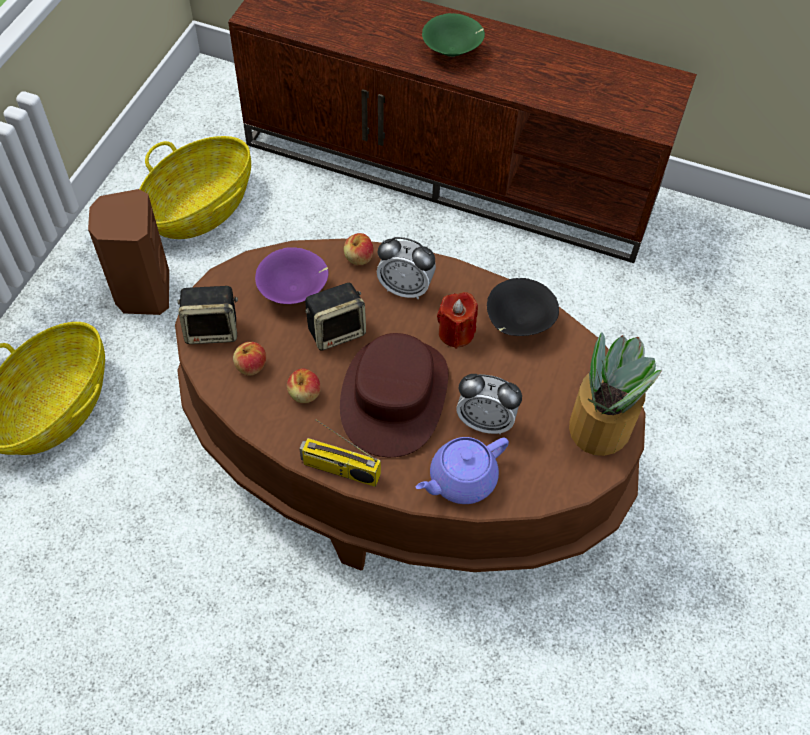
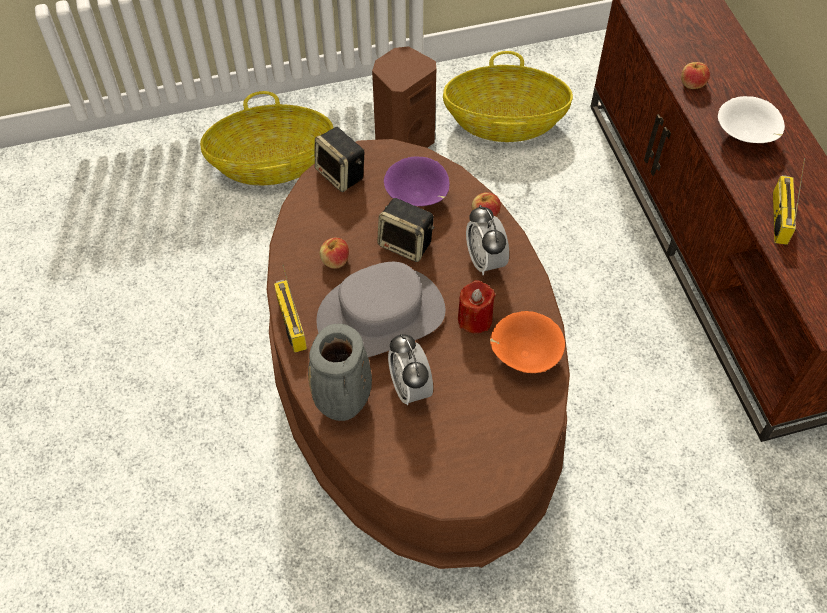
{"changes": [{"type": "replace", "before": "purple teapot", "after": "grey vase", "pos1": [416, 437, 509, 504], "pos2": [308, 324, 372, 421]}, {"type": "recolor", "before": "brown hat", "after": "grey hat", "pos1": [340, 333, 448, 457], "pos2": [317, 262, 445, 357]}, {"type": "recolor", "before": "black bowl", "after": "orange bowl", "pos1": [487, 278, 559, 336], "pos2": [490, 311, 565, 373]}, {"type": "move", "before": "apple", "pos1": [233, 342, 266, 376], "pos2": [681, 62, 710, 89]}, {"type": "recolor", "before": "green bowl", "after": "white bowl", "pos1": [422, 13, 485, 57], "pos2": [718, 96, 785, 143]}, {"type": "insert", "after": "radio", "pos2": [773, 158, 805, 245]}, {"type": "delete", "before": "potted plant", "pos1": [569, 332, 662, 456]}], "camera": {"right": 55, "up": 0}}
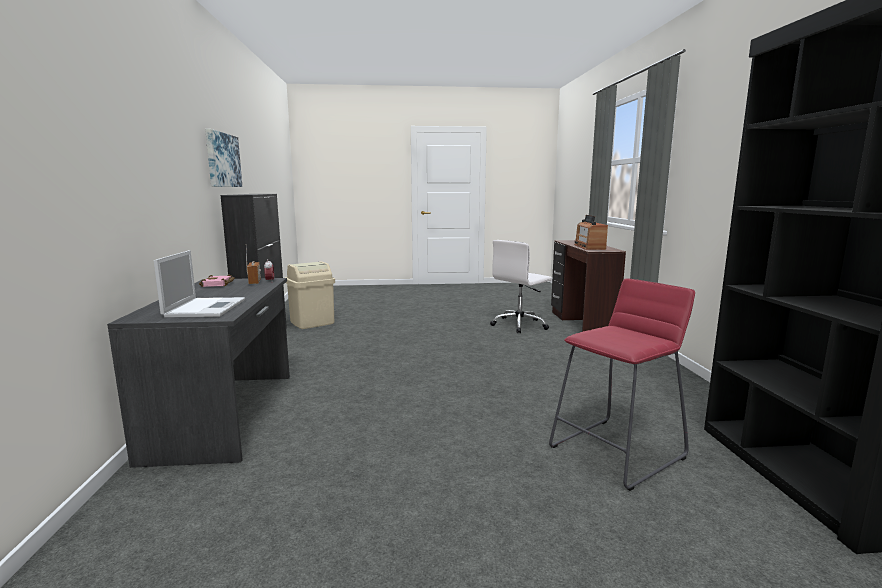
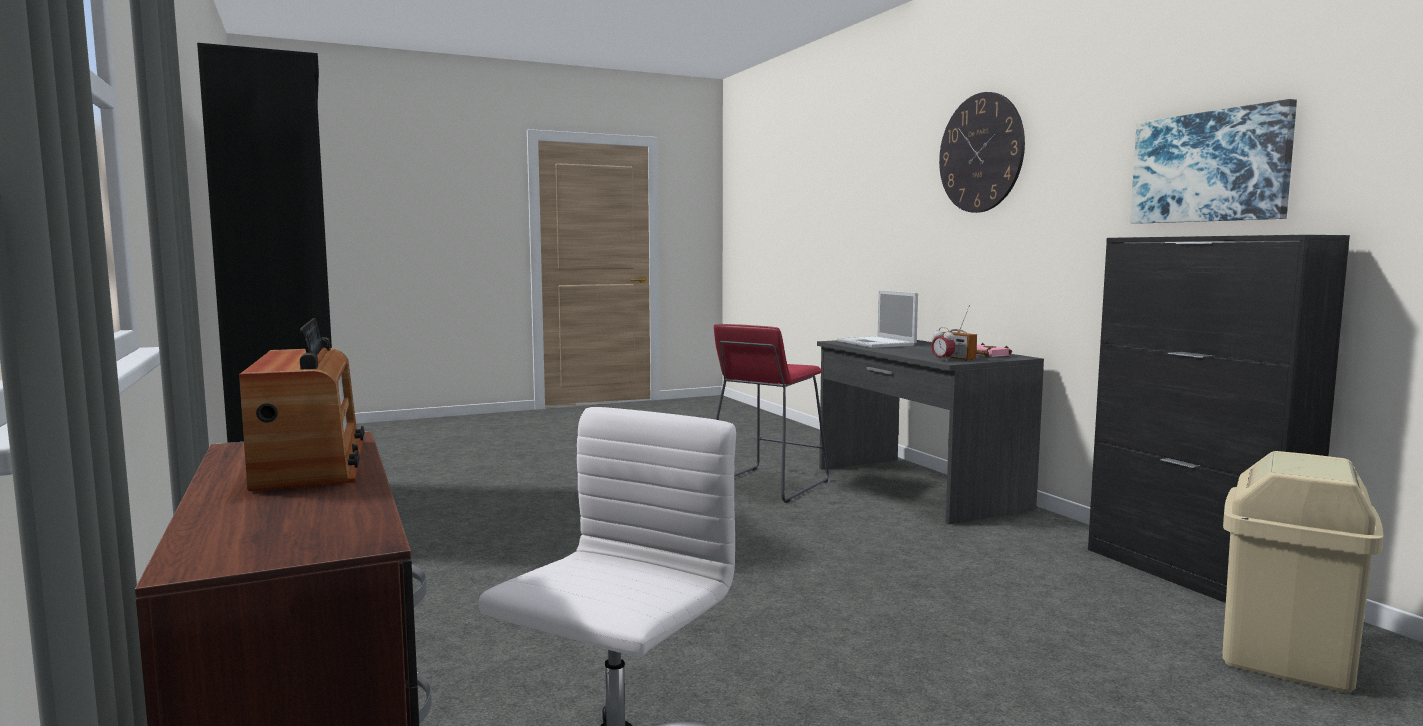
{"changes": [{"type": "move", "before": "red stool", "pos1": [549, 278, 695, 491], "pos2": [714, 324, 829, 503]}, {"type": "insert", "after": "wall clock", "pos2": [939, 92, 1025, 213]}], "camera": {"right": 160, "up": -5}}
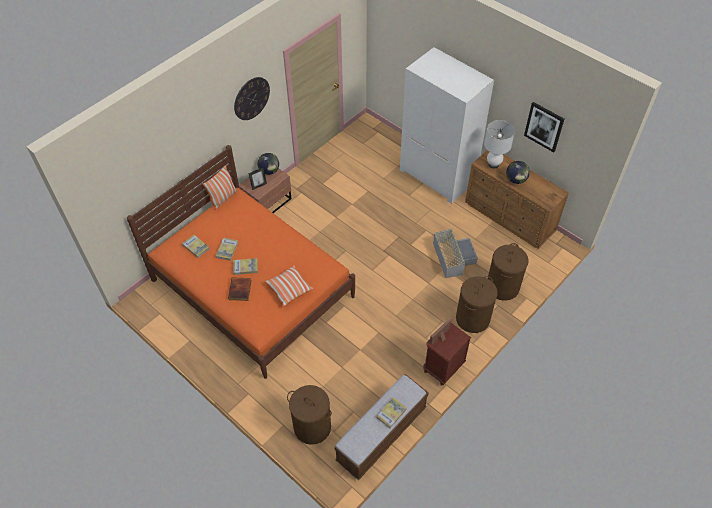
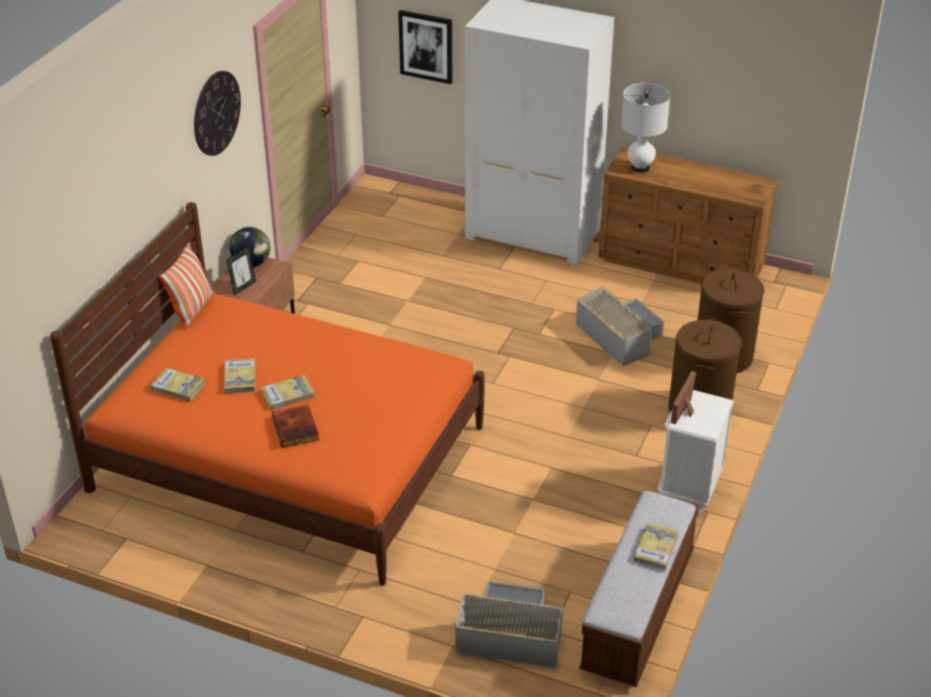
{"changes": [{"type": "move", "before": "picture", "pos1": [524, 102, 564, 153], "pos2": [398, 10, 452, 84]}, {"type": "replace", "before": "brown laundry basket", "after": "grey storage box", "pos1": [287, 385, 332, 445], "pos2": [455, 581, 563, 668]}, {"type": "recolor", "before": "brown nightstand", "after": "white nightstand", "pos1": [423, 323, 471, 385], "pos2": [657, 390, 734, 515]}, {"type": "delete", "before": "pillow", "pos1": [265, 265, 313, 307]}, {"type": "delete", "before": "globe", "pos1": [506, 161, 530, 184]}], "camera": {"right": -20, "up": -15}}
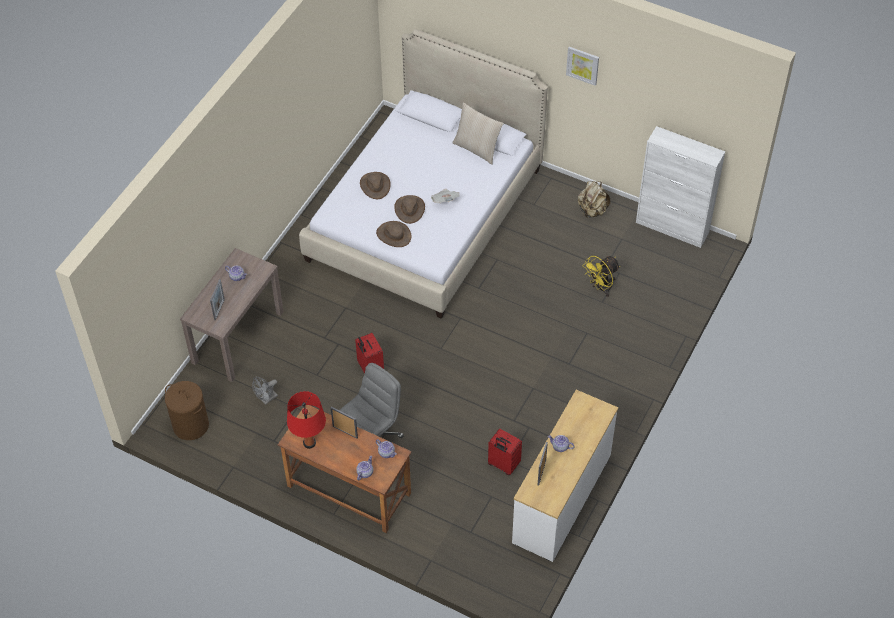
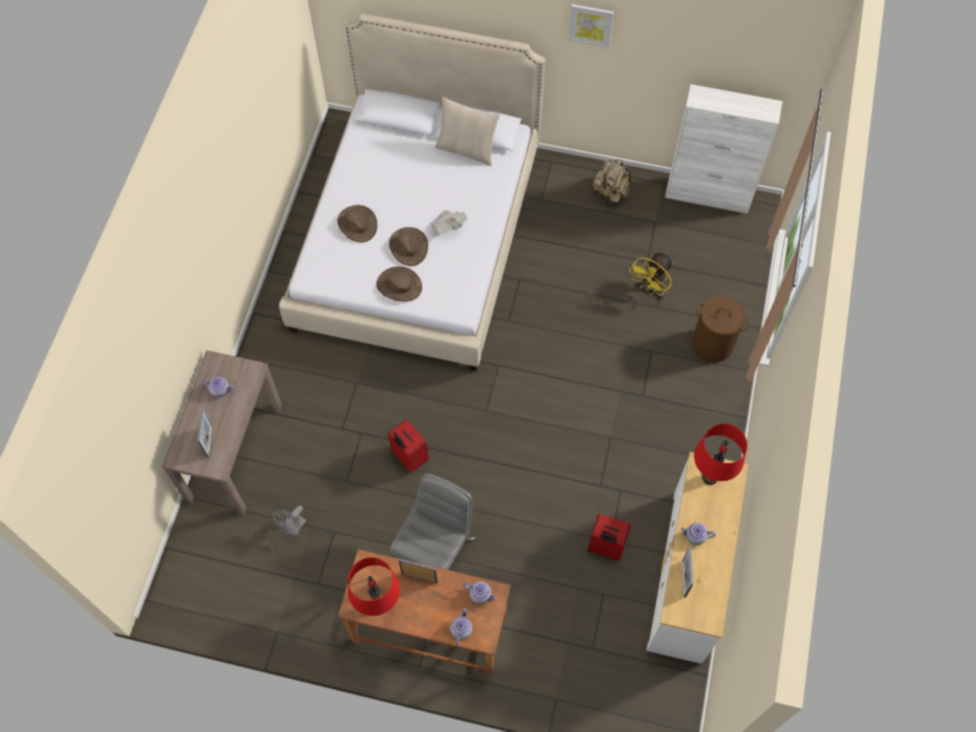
{"changes": [{"type": "move", "before": "brown laundry basket", "pos1": [165, 381, 209, 440], "pos2": [692, 296, 749, 362]}, {"type": "insert", "after": "red table lamp", "pos2": [694, 424, 747, 485]}], "camera": {"right": -15, "up": 10}}
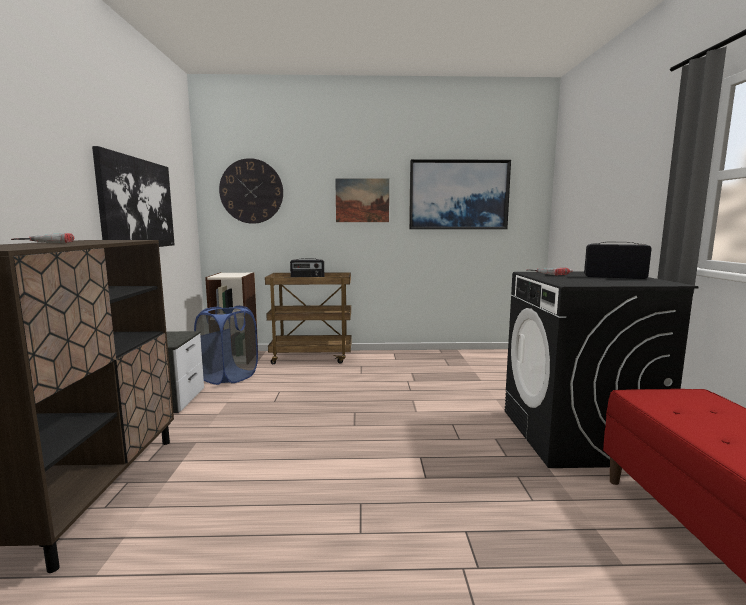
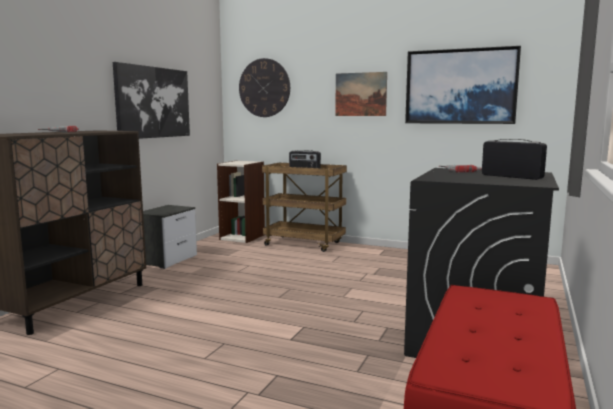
{"changes": [{"type": "delete", "before": "blue laundry basket", "pos1": [194, 306, 258, 385]}], "camera": {"right": 25, "up": 0}}
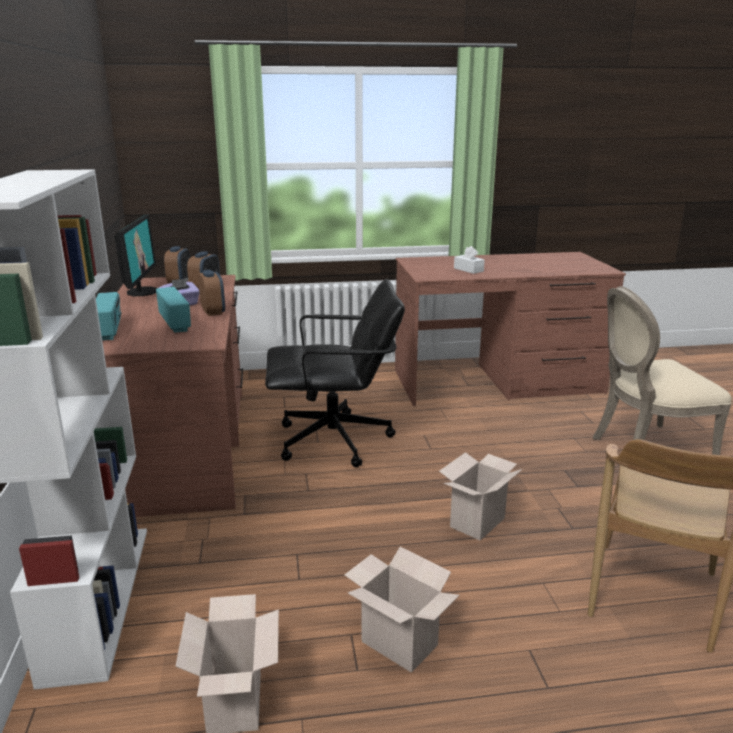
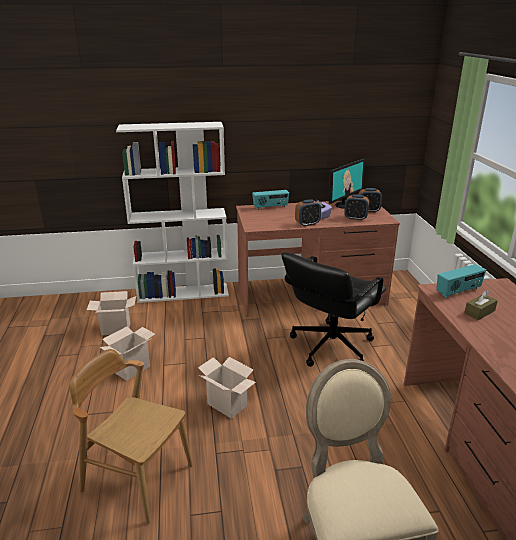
{"changes": [{"type": "rotate", "before": "black office chair", "pos1": [265, 279, 405, 467], "pos2": [281, 252, 387, 367], "turn": 45}, {"type": "rotate", "before": "monitor", "pos1": [114, 214, 157, 296], "pos2": [328, 159, 365, 208], "turn": -45}, {"type": "move", "before": "radio", "pos1": [156, 287, 191, 333], "pos2": [436, 264, 486, 298]}, {"type": "recolor", "before": "white tissue box", "after": "brown tissue box", "pos1": [454, 246, 485, 274], "pos2": [464, 291, 498, 320]}], "camera": {"right": 90, "up": 5}}
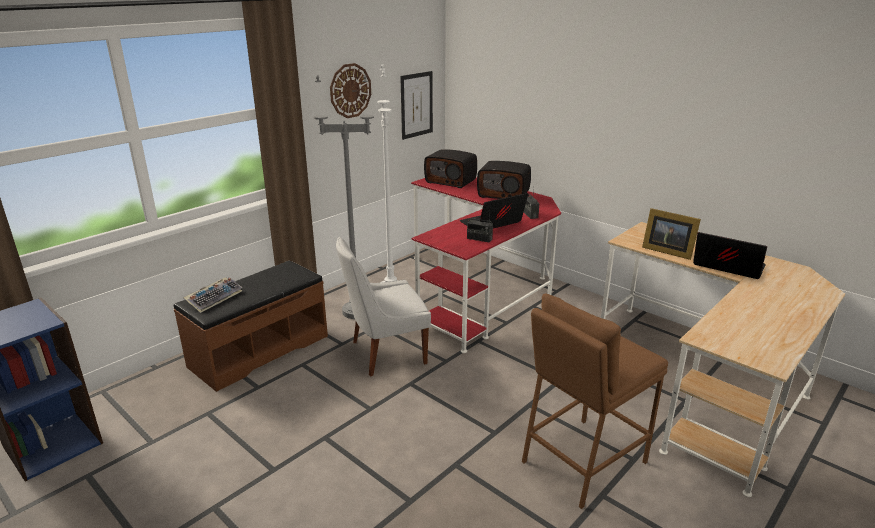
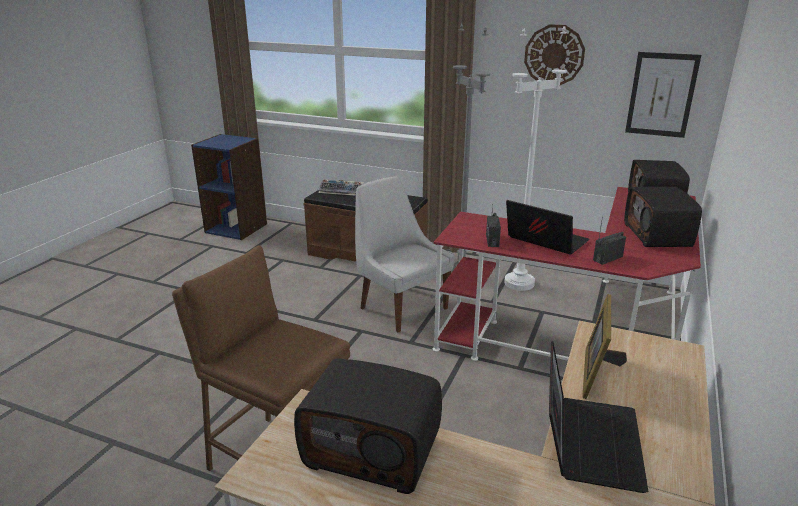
{"changes": [{"type": "insert", "after": "radio", "pos2": [294, 359, 442, 494]}], "camera": {"right": 70, "up": 0}}
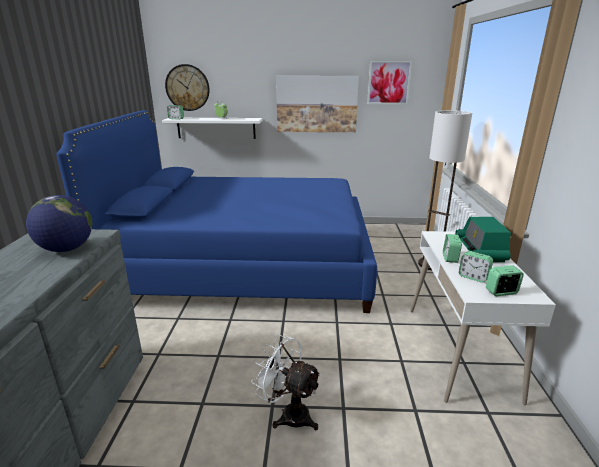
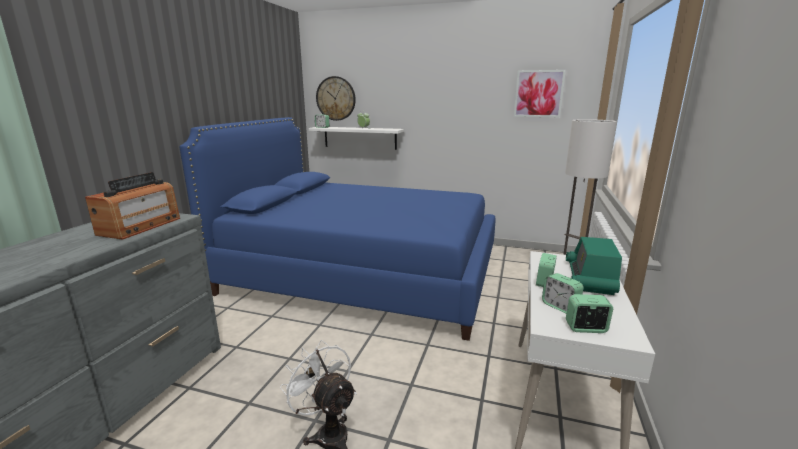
{"changes": [{"type": "replace", "before": "globe", "after": "radio", "pos1": [26, 195, 92, 252], "pos2": [85, 172, 180, 240]}, {"type": "delete", "before": "picture", "pos1": [276, 76, 359, 132]}], "camera": {"right": 15, "up": -5}}
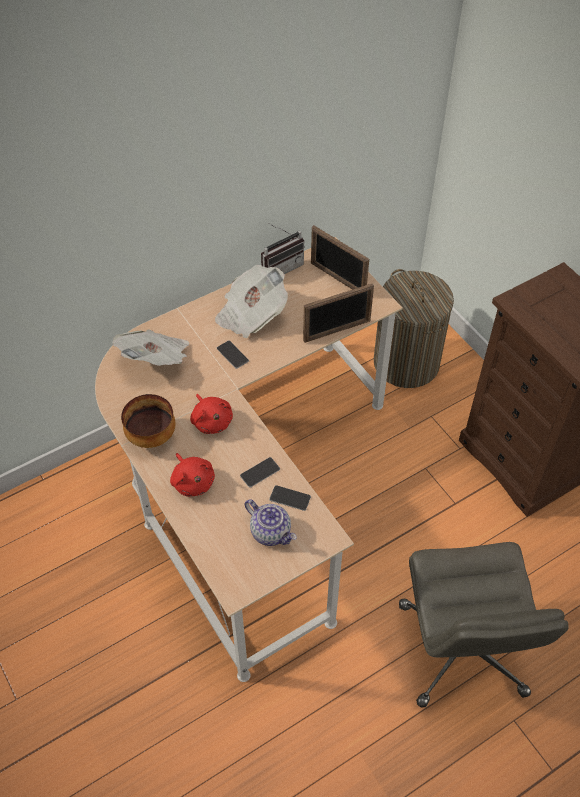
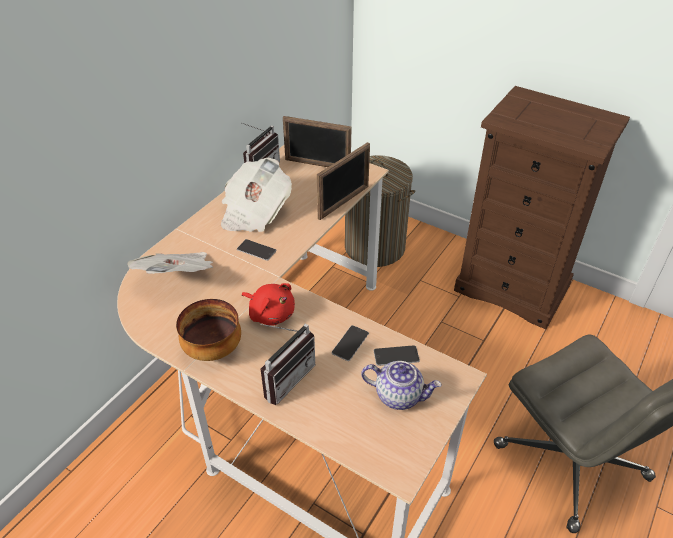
{"changes": [{"type": "replace", "before": "red plush toy", "after": "radio", "pos1": [170, 453, 215, 497], "pos2": [261, 324, 315, 405]}], "camera": {"right": -25, "up": -10}}
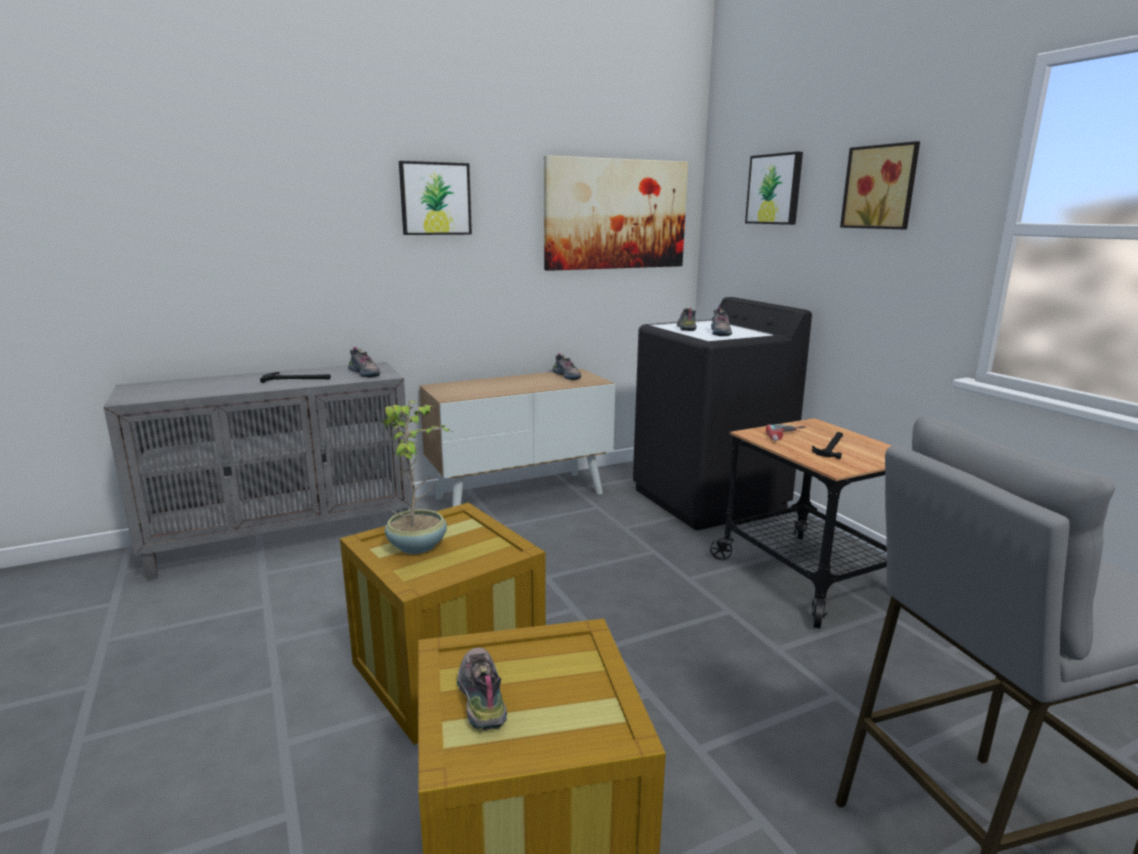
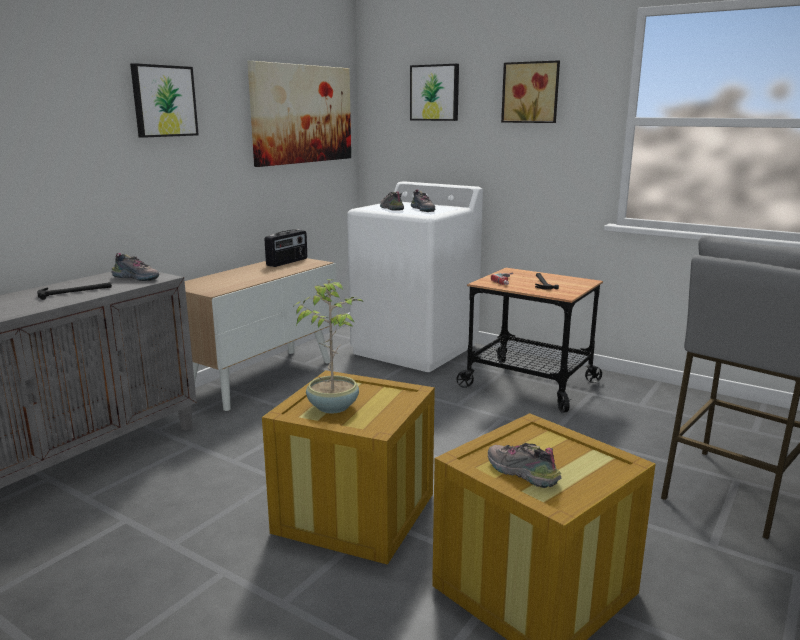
{"changes": [{"type": "replace", "before": "shoe", "after": "radio", "pos1": [552, 353, 581, 380], "pos2": [265, 229, 307, 267]}, {"type": "recolor", "before": "black washing machine", "after": "white washing machine", "pos1": [633, 297, 812, 530], "pos2": [347, 181, 483, 372]}], "camera": {"right": -30, "up": 0}}
